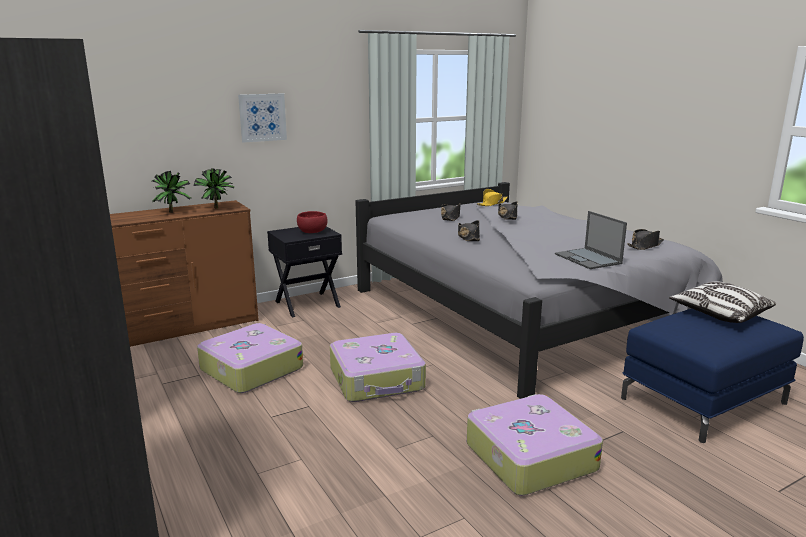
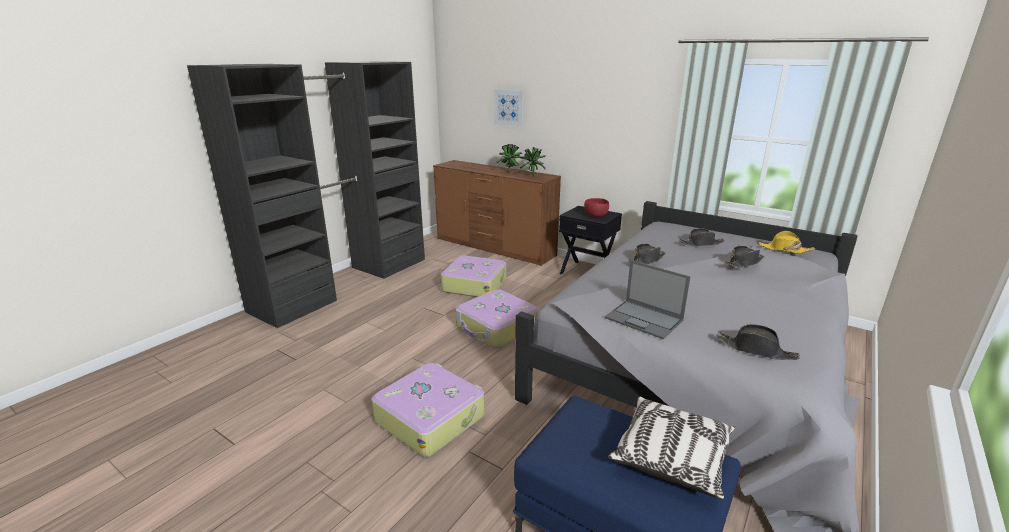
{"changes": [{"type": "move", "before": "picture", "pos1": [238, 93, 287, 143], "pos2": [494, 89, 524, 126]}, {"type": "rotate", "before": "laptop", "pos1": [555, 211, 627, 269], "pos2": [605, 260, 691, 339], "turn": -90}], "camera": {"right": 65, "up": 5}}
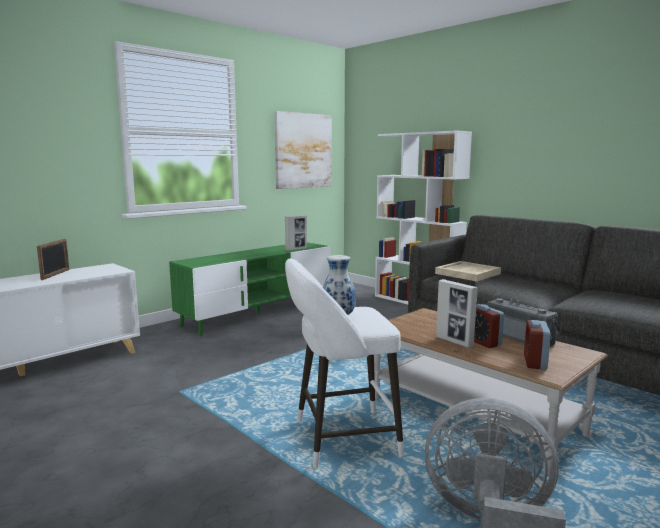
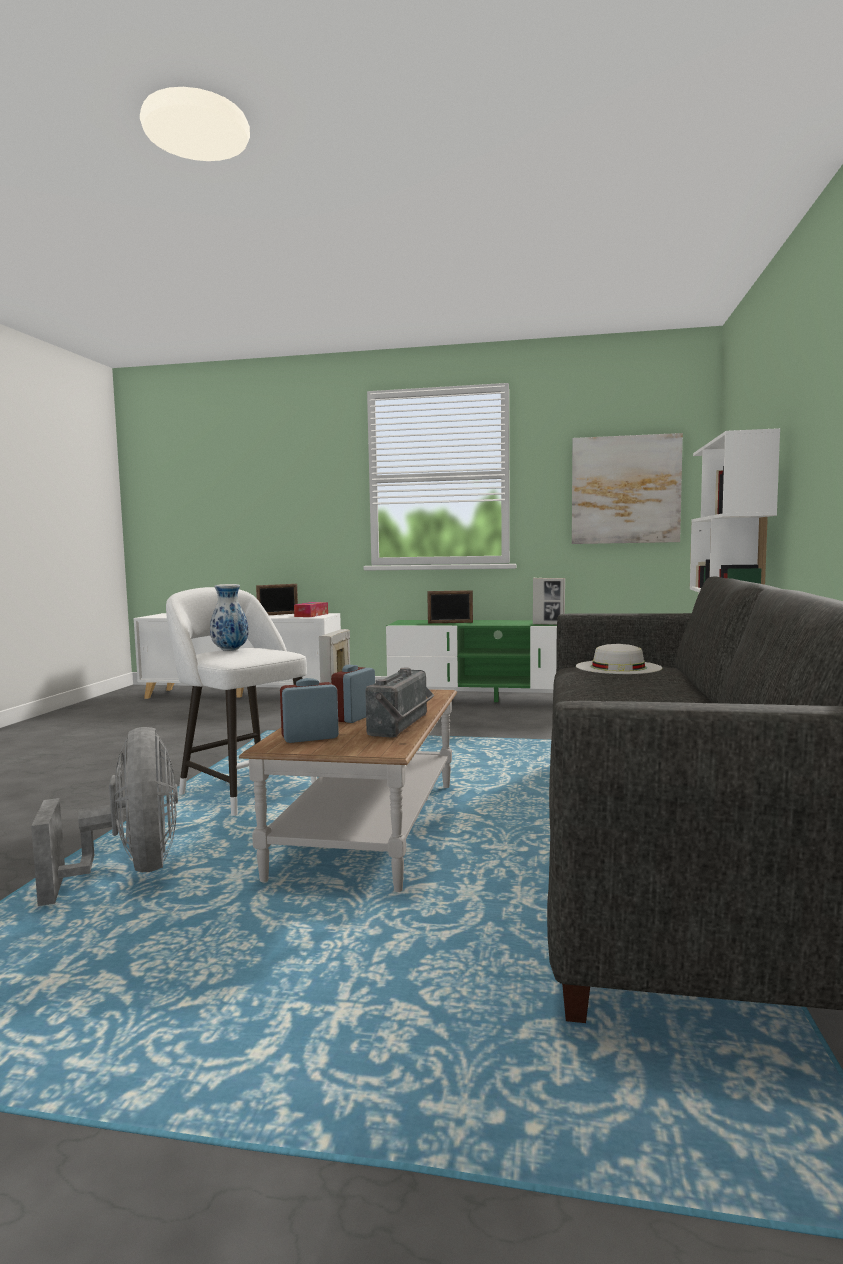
{"changes": [{"type": "insert", "after": "tissue box", "pos2": [294, 602, 328, 617]}, {"type": "insert", "after": "picture frame", "pos2": [427, 590, 473, 623]}, {"type": "replace", "before": "beige tray", "after": "white hat", "pos1": [435, 261, 501, 281], "pos2": [576, 644, 662, 674]}], "camera": {"right": 55, "up": -5}}
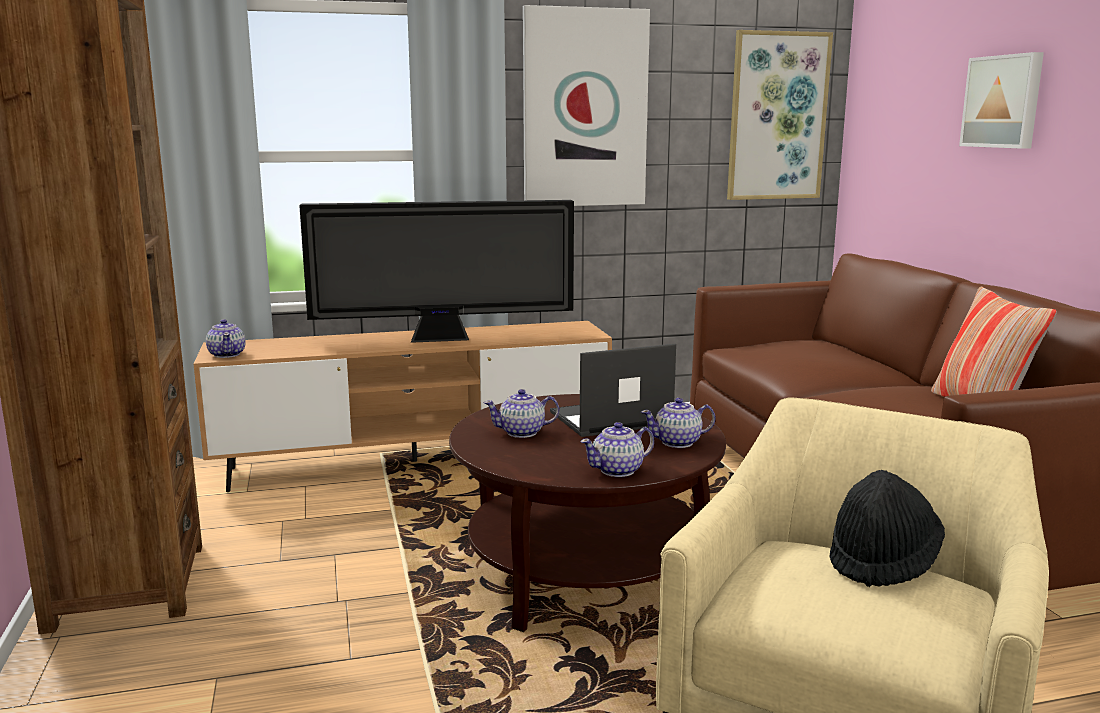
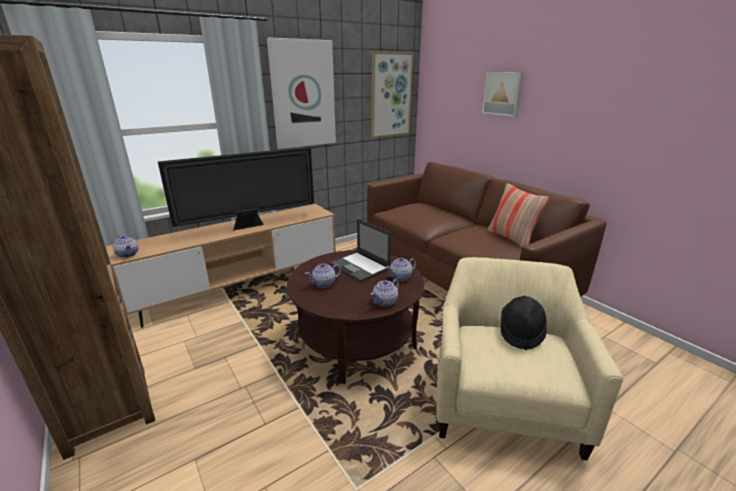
{"changes": [{"type": "rotate", "before": "laptop", "pos1": [550, 343, 676, 437], "pos2": [329, 219, 391, 282], "turn": -90}], "camera": {"right": -20, "up": 10}}
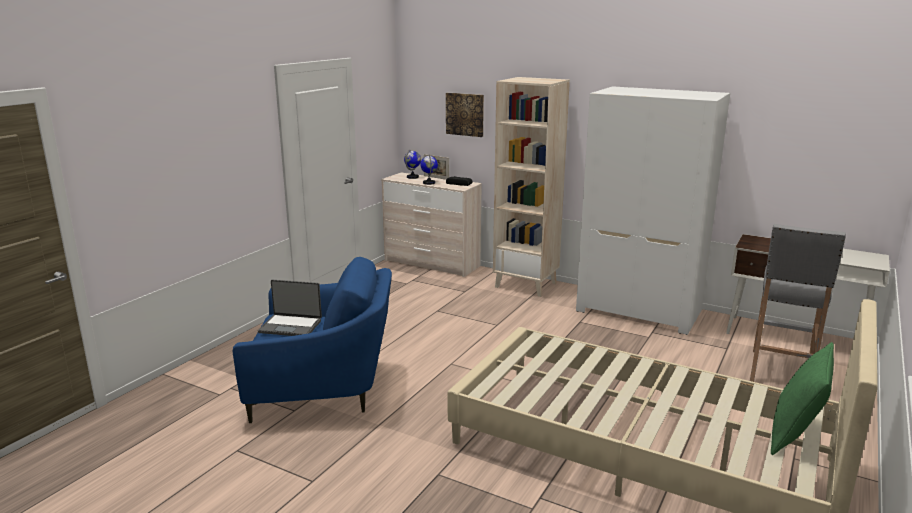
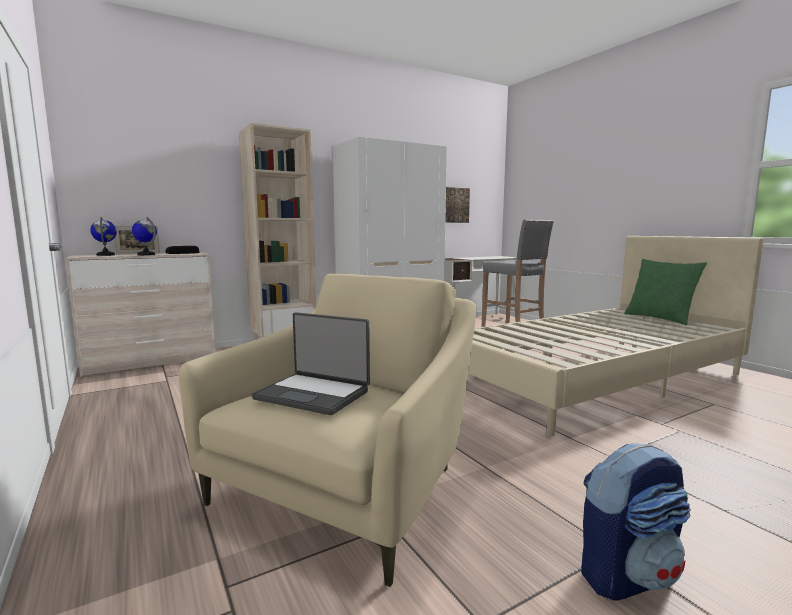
{"changes": [{"type": "recolor", "before": "blue armchair", "after": "beige armchair", "pos1": [233, 257, 392, 423], "pos2": [178, 274, 476, 587]}, {"type": "rotate", "before": "laptop", "pos1": [258, 280, 322, 336], "pos2": [251, 312, 370, 415], "turn": 75}, {"type": "move", "before": "picture", "pos1": [446, 93, 484, 137], "pos2": [445, 187, 470, 223]}, {"type": "insert", "after": "backpack", "pos2": [581, 444, 691, 601]}], "camera": {"right": -60, "up": -10}}
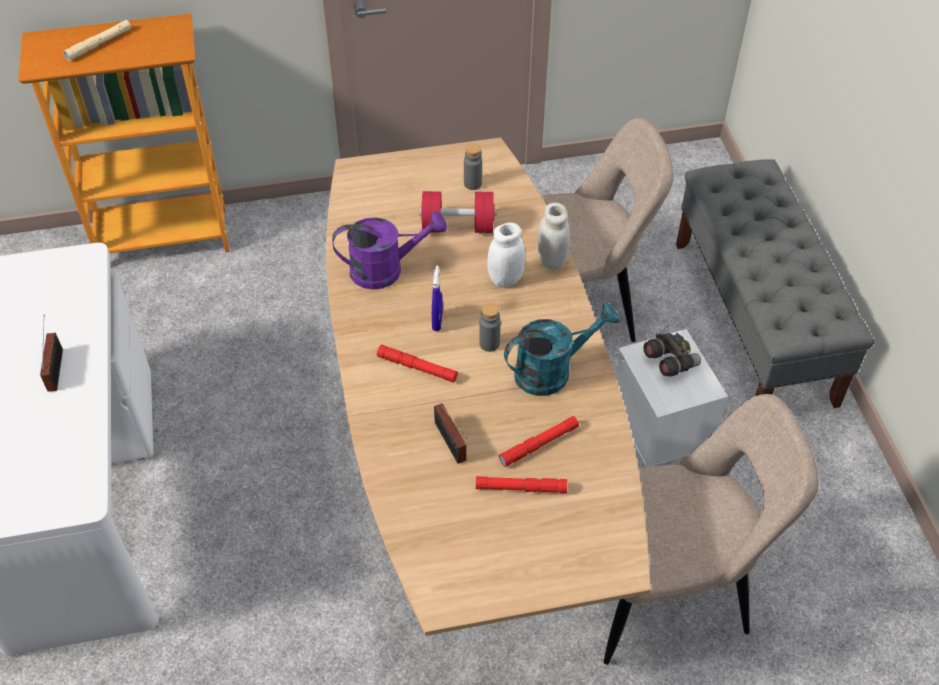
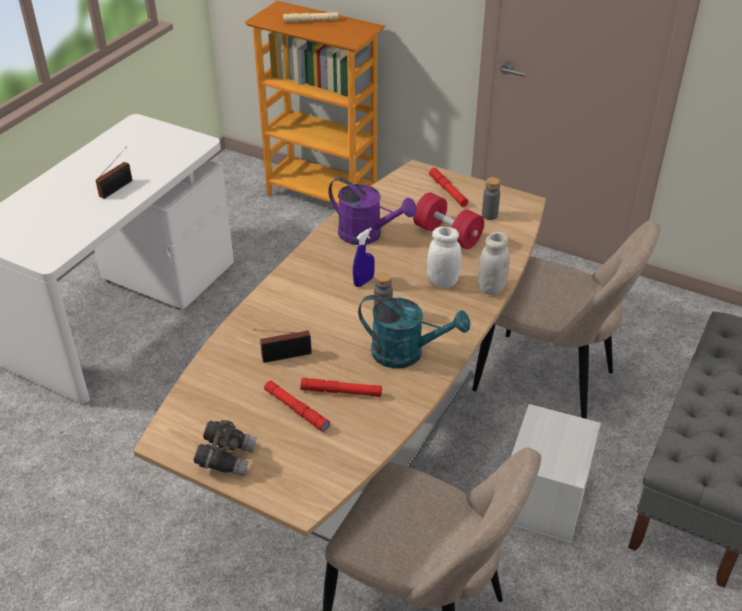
{"changes": [{"type": "move", "before": "grey binoculars", "pos1": [643, 333, 701, 377], "pos2": [193, 420, 257, 477]}, {"type": "rotate", "before": "radio", "pos1": [434, 403, 467, 464], "pos2": [253, 329, 312, 363], "turn": 60}, {"type": "move", "before": "red flashlight", "pos1": [377, 345, 458, 383], "pos2": [429, 168, 468, 207]}], "camera": {"right": 40, "up": -10}}
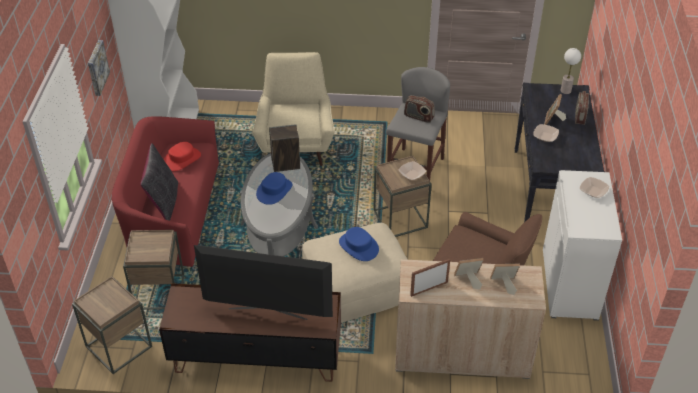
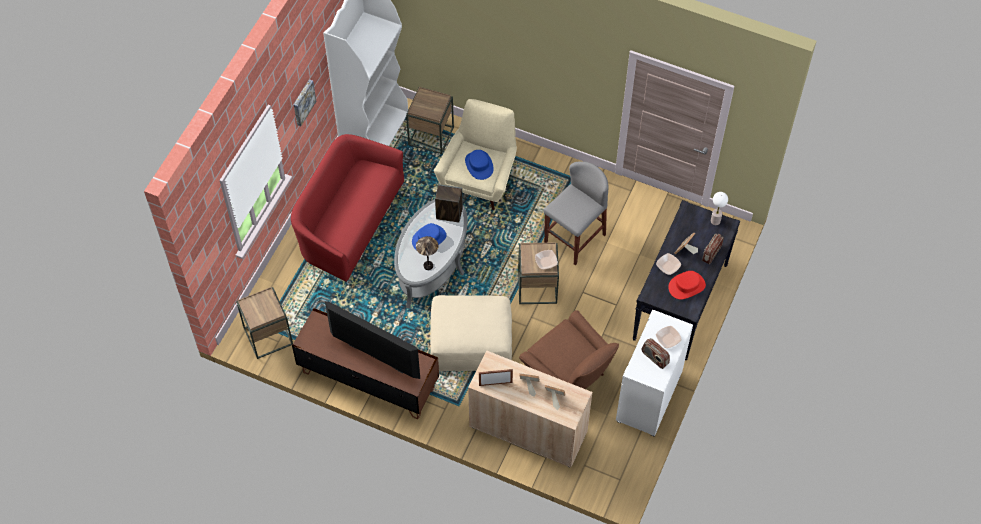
{"changes": [{"type": "move", "before": "brown side table", "pos1": [123, 230, 184, 310], "pos2": [406, 87, 454, 154]}, {"type": "insert", "after": "table lamp", "pos2": [416, 236, 439, 270]}, {"type": "move", "before": "blue hat", "pos1": [339, 227, 379, 261], "pos2": [465, 150, 494, 180]}, {"type": "move", "before": "radio", "pos1": [404, 95, 435, 123], "pos2": [641, 338, 670, 369]}, {"type": "move", "before": "red hat", "pos1": [164, 142, 201, 171], "pos2": [668, 271, 706, 299]}, {"type": "delete", "before": "black pillow", "pos1": [140, 143, 178, 221]}], "camera": {"right": 20, "up": 15}}
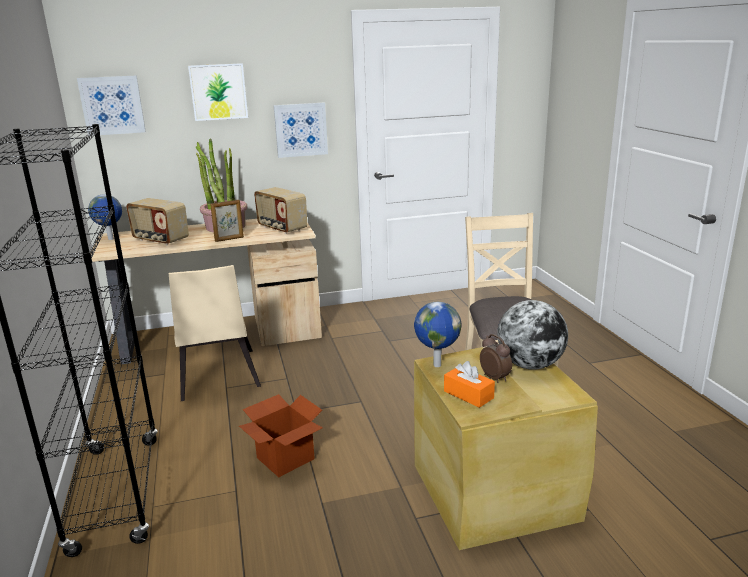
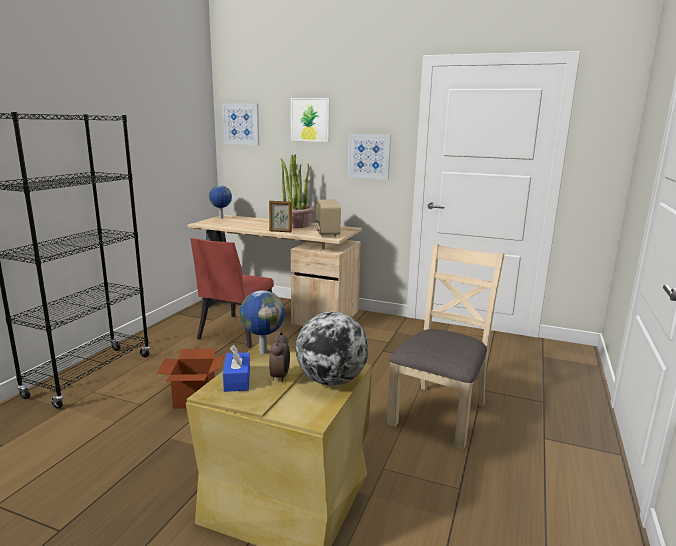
{"changes": [{"type": "recolor", "before": "beige chair", "after": "red chair", "pos1": [169, 265, 261, 401], "pos2": [190, 238, 274, 348]}, {"type": "recolor", "before": "orange tissue box", "after": "blue tissue box", "pos1": [444, 361, 495, 408], "pos2": [223, 345, 250, 392]}, {"type": "delete", "before": "radio", "pos1": [126, 198, 189, 245]}], "camera": {"right": 35, "up": -5}}
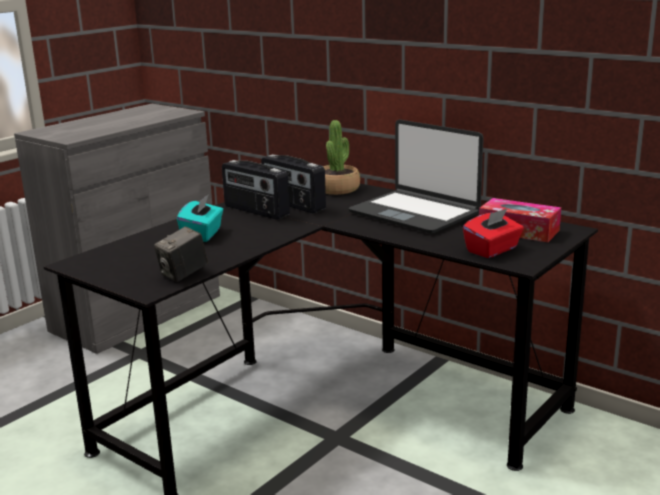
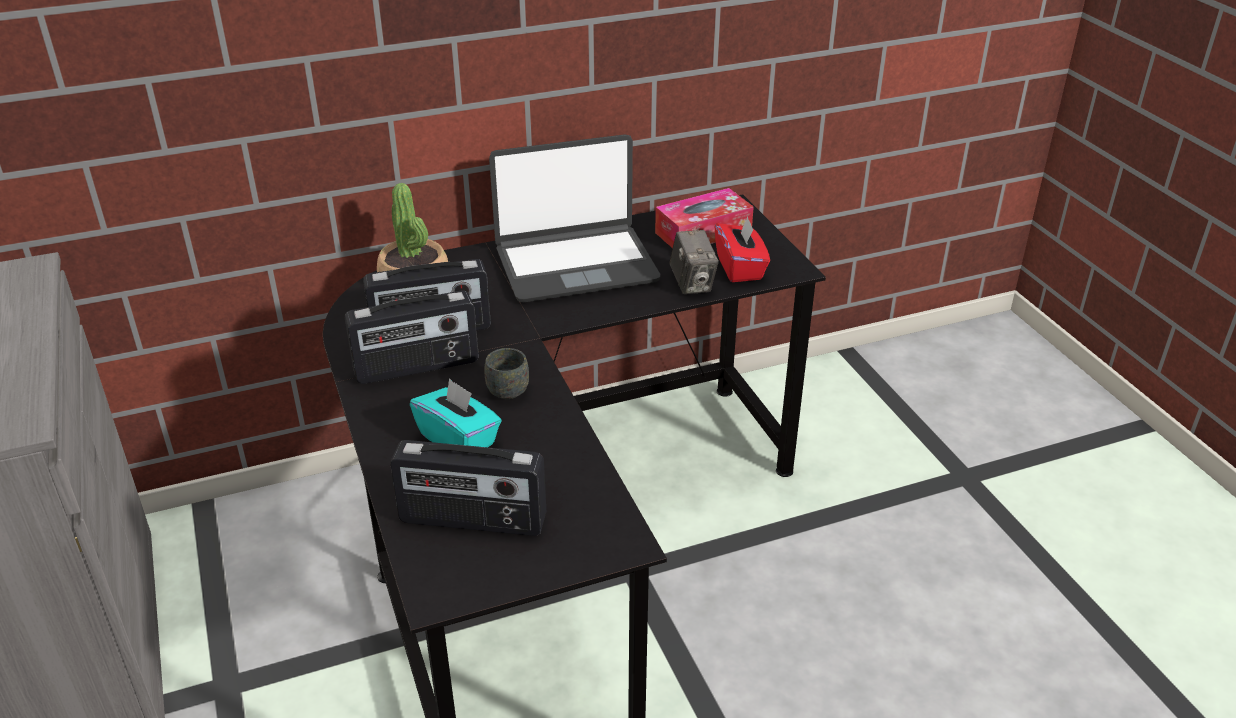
{"changes": [{"type": "insert", "after": "radio", "pos2": [390, 440, 546, 536]}, {"type": "insert", "after": "grey mug", "pos2": [484, 348, 529, 399]}, {"type": "move", "before": "photo camera", "pos1": [154, 226, 208, 282], "pos2": [669, 230, 719, 294]}], "camera": {"right": -60, "up": 15}}
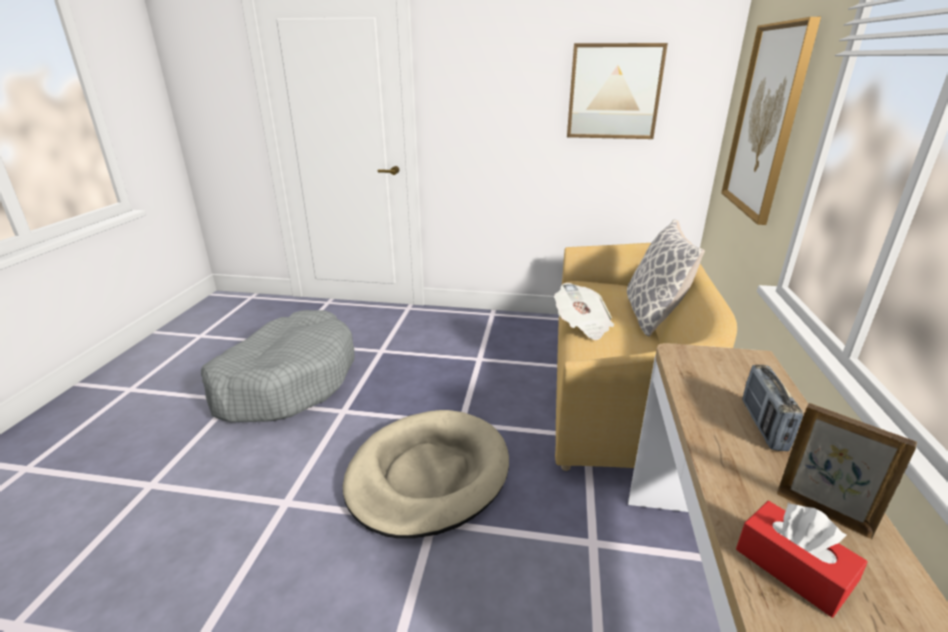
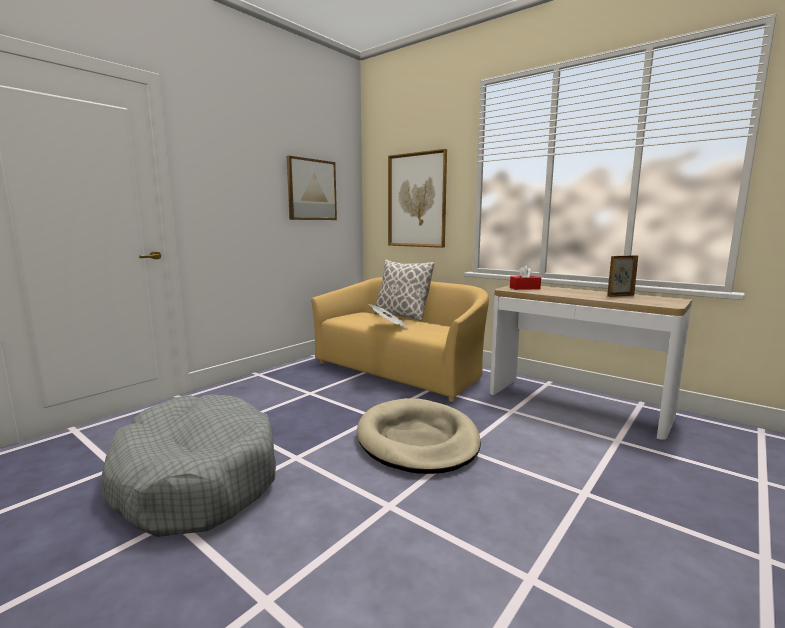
{"changes": [{"type": "move", "before": "red tissue box", "pos1": [736, 501, 868, 618], "pos2": [510, 266, 541, 290]}, {"type": "delete", "before": "radio", "pos1": [742, 365, 803, 451]}], "camera": {"right": -60, "up": -15}}
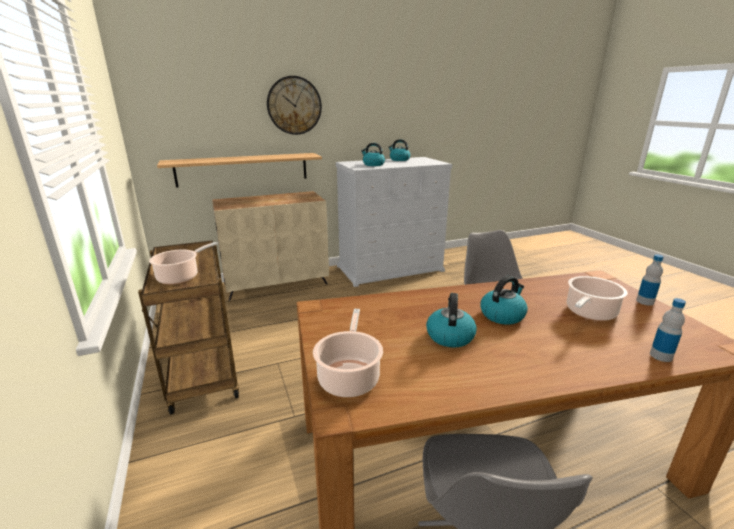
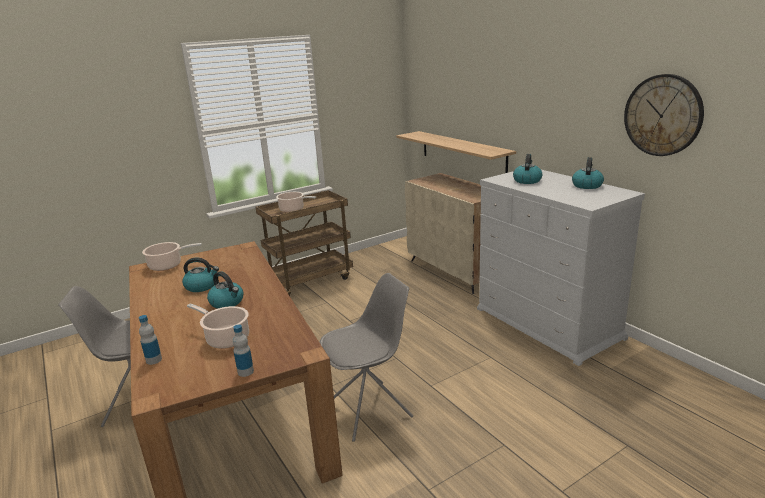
{"changes": [{"type": "move", "before": "wall clock", "pos1": [267, 76, 322, 135], "pos2": [624, 74, 704, 156]}], "camera": {"right": 80, "up": 0}}
